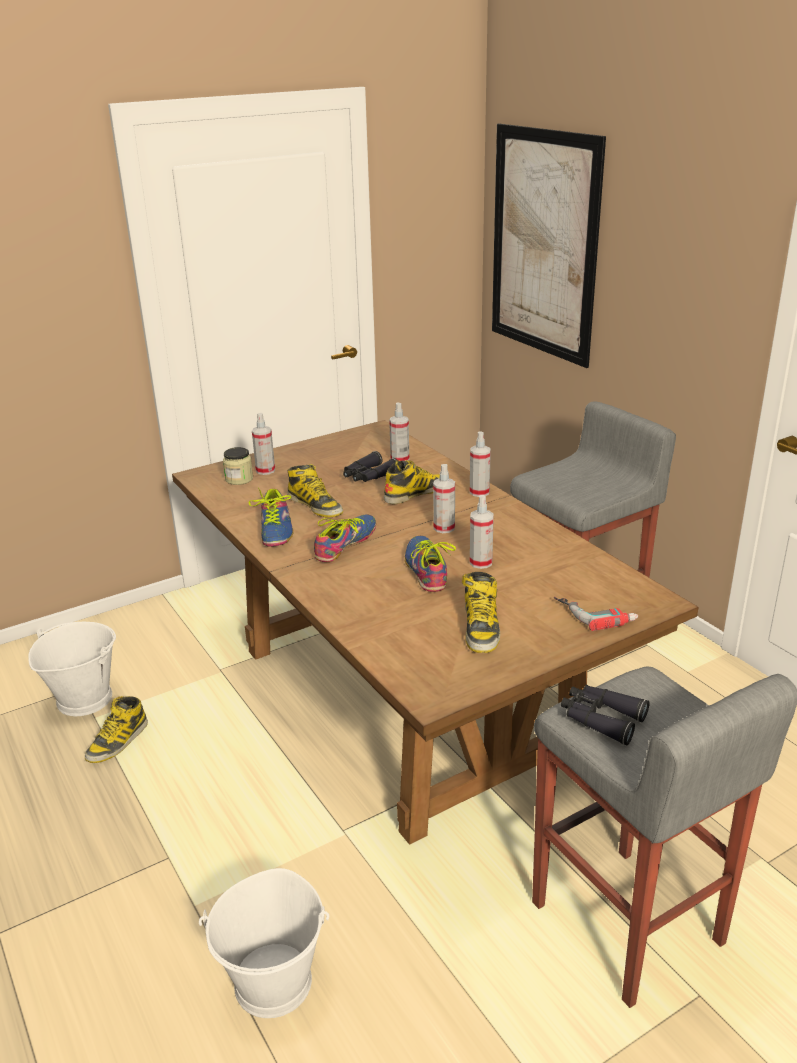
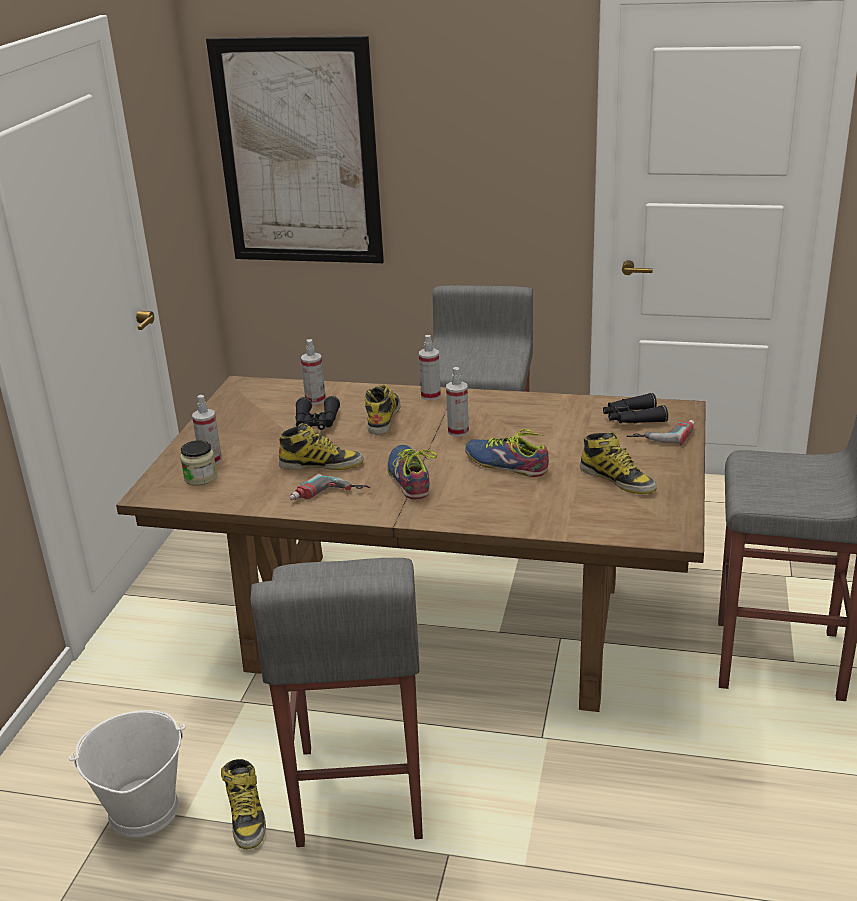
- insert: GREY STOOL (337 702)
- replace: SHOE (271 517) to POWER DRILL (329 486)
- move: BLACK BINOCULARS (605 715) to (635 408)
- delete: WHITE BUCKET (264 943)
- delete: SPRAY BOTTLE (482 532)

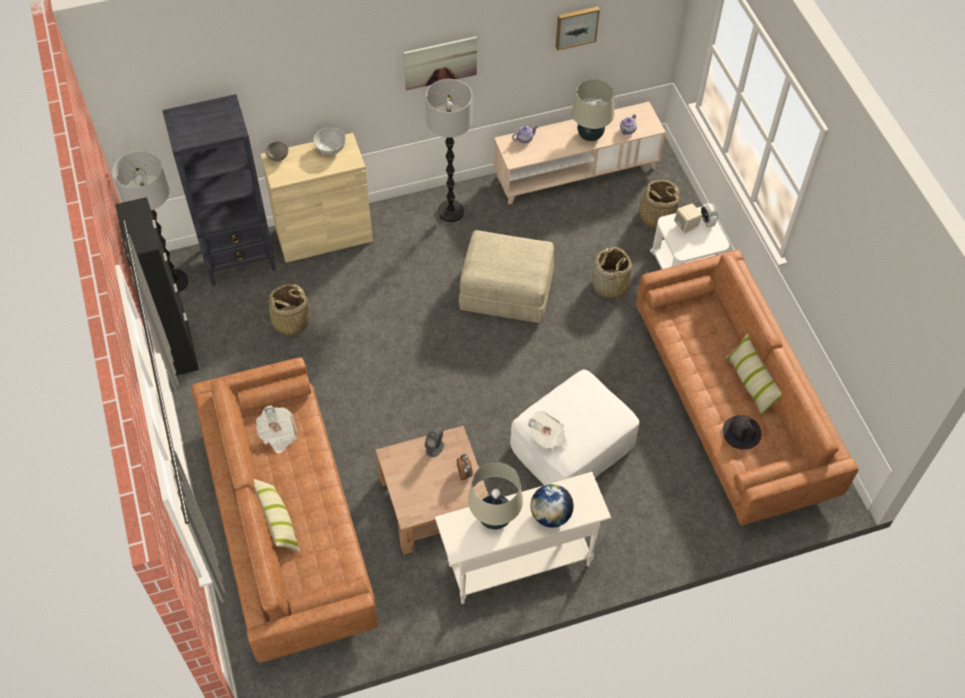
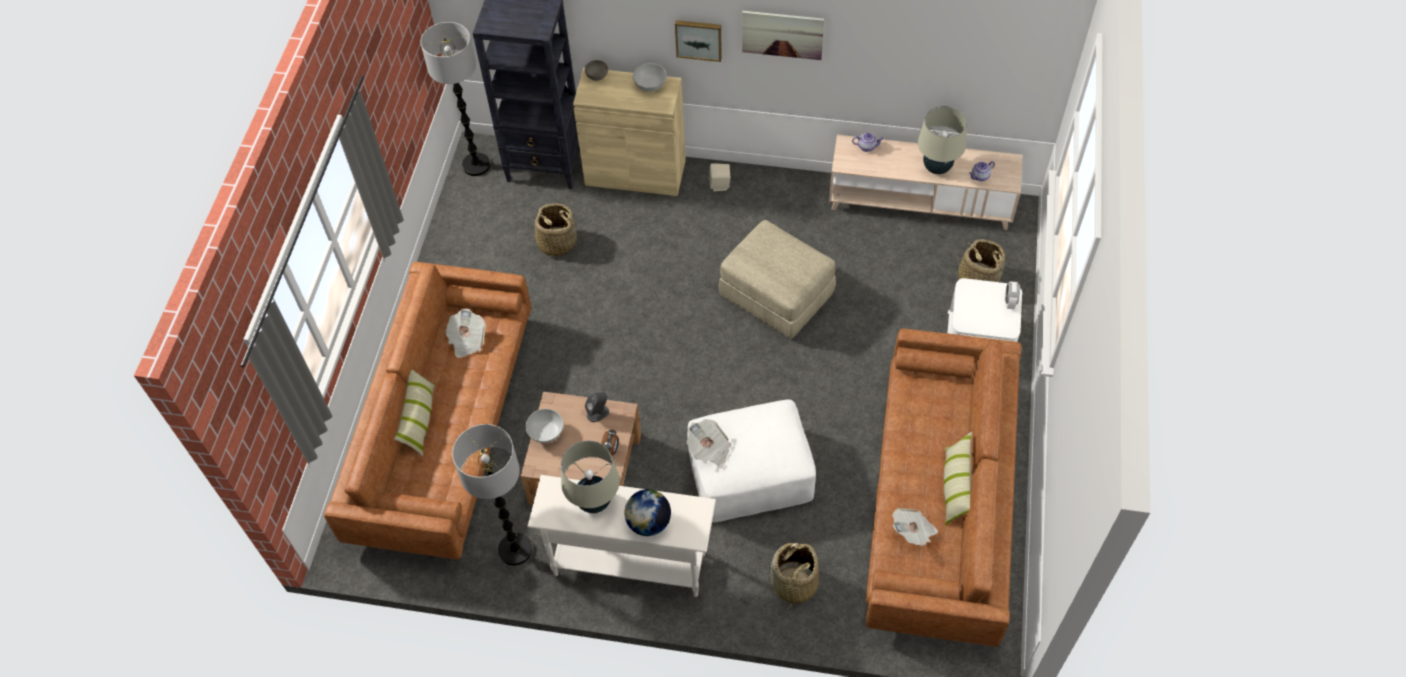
- move: FLOOR LAMP (449 150) to (492 495)
- insert: WHITE BOWL (545 426)
- move: PICTURE (578 28) to (698 41)
- move: BEIGE SPEAKER (688 219) to (719 177)
- move: BASKET (612 274) to (795 576)
- replace: BLACK HAT (741 432) to NEWSPAPER (915 527)
- delete: BLACK CABINET (157 286)

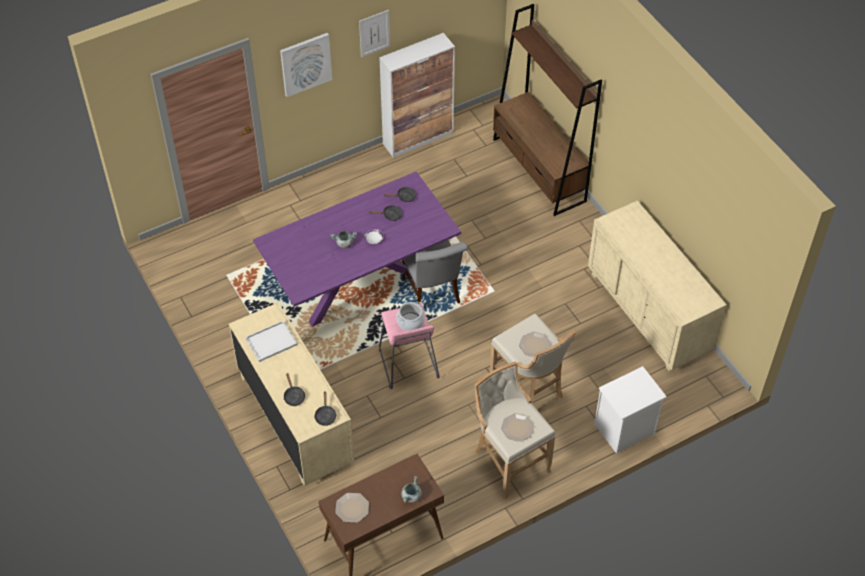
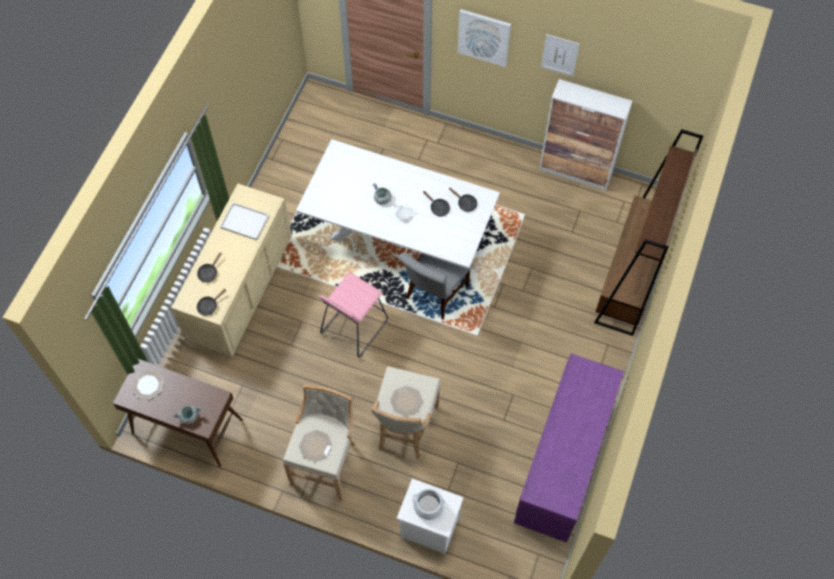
- recolor: PURPLE DINING TABLE (357 249) to WHITE DINING TABLE (398 204)
- move: COOKING POT (410 316) to (429 504)
- recolor: BEIGE DRESSER (657 286) to PURPLE DRESSER (569 448)

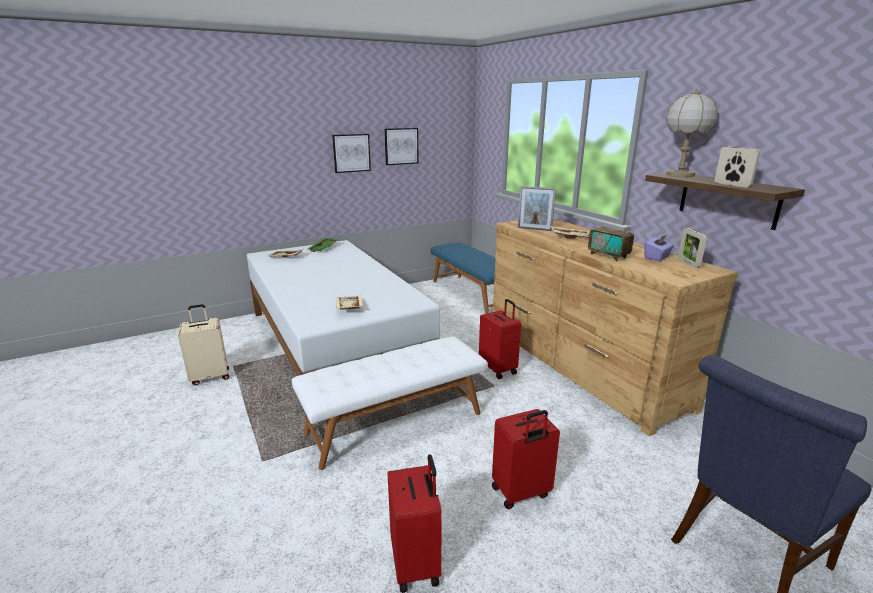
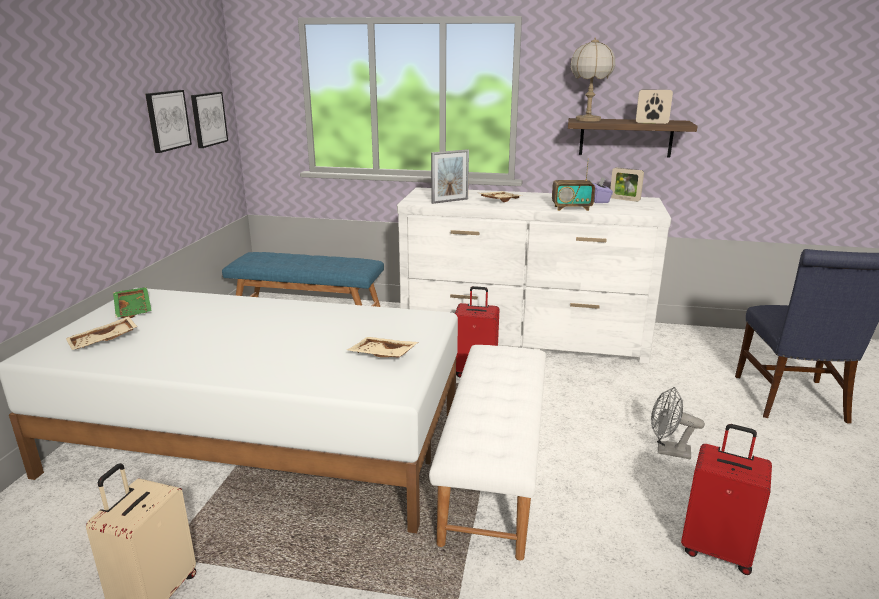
- move: PICTURE (351 153) to (209 120)
- recolor: BROWN DRESSER (615 327) to WHITE DRESSER (534 275)
- replace: RED SUITCASE (526 459) to GREY FAN (678 423)

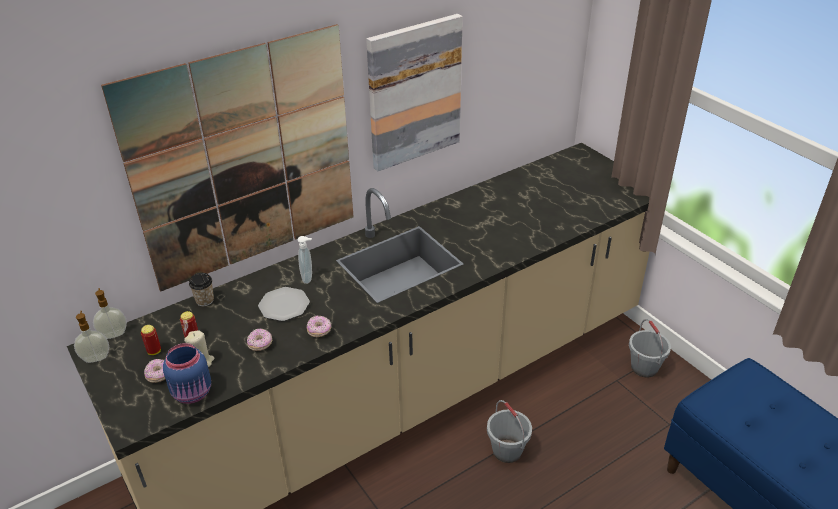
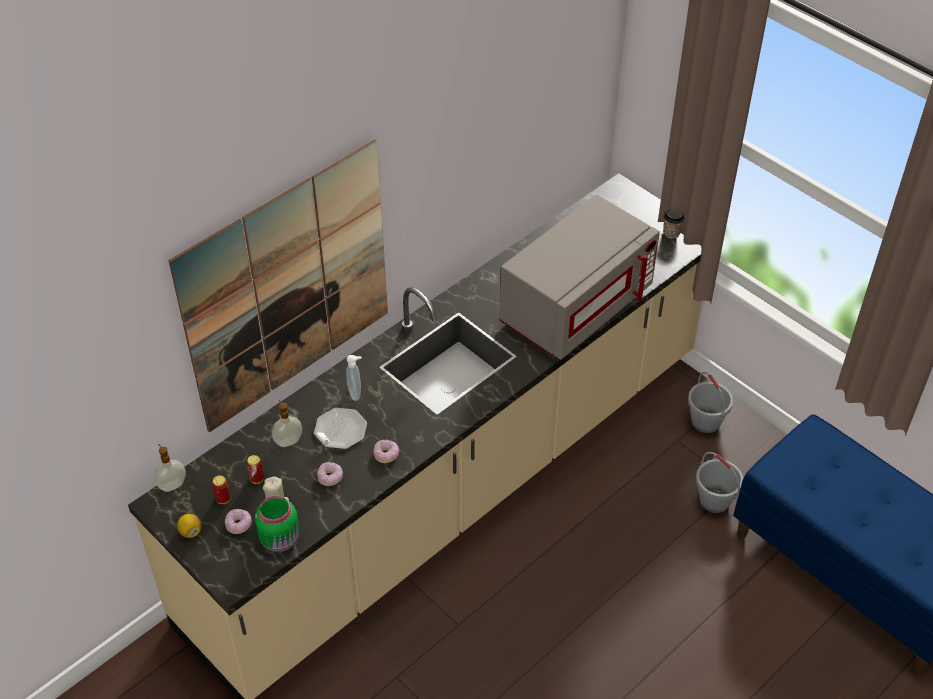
- insert: LEMON (189 526)
- recolor: BLUE JAR (187 373) to GREEN JAR (277 523)
- move: SOAP DISPENSER (91 337) to (287 423)
- insert: GREY MICROWAVE (579 277)
- move: CUP (201 289) to (674 223)
- move: GREY BUCKET (509 431) to (719 482)
- delete: PICTURE (414 92)

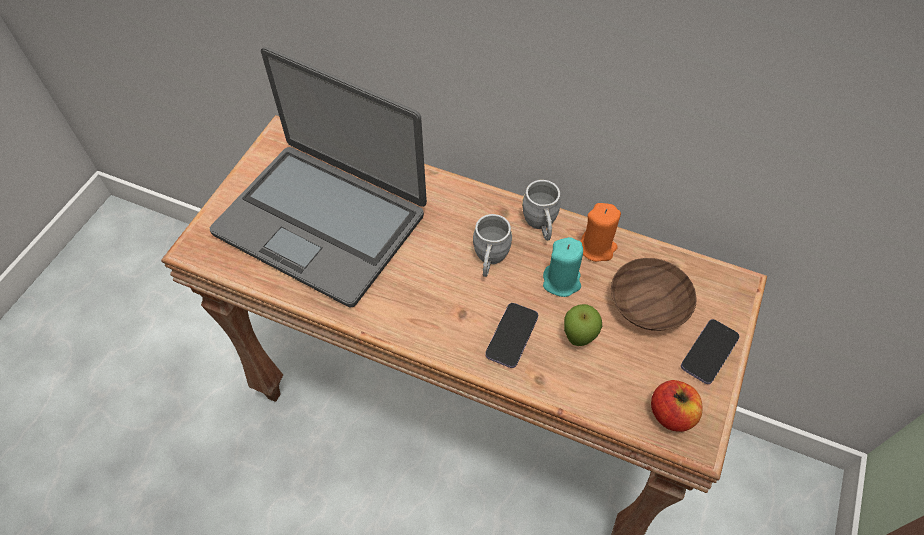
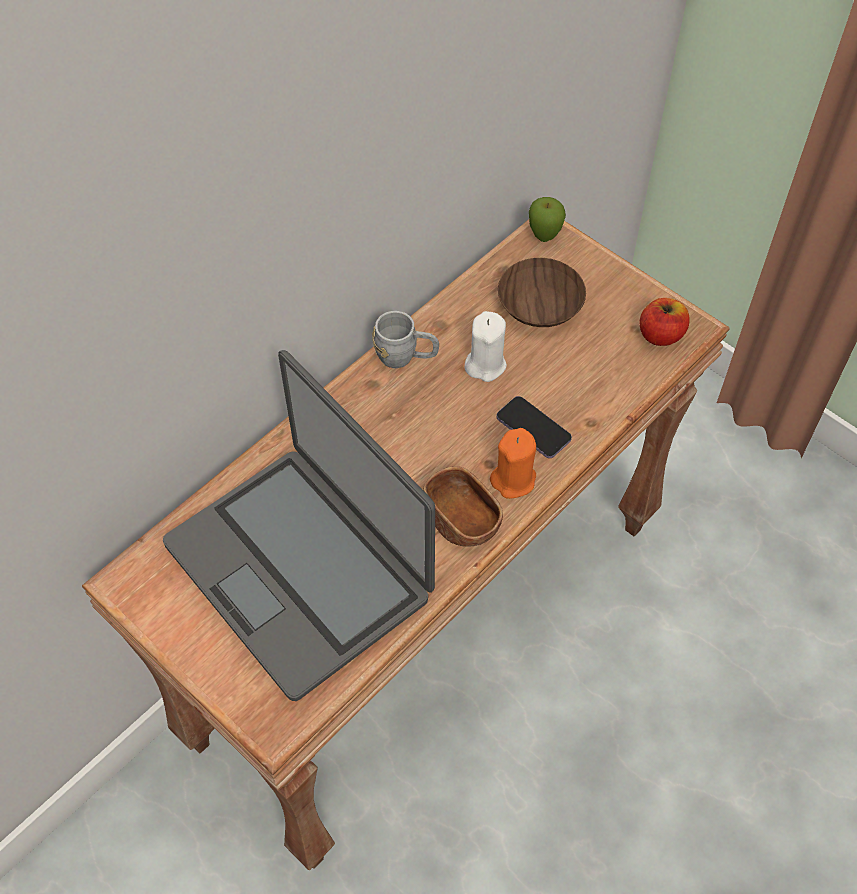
- rotate: LAPTOP (318 177) = (299 525) 90 degrees clockwise
- insert: BROWN BOWL (463 506)
- recolor: TURQUOISE CANDLE (563 267) to WHITE CANDLE (485 346)
- move: ORANGE CANDLE (600 232) to (513 463)
- move: APPLE (583 325) to (547 219)
- delete: GREY MUG (492 245)
- delete: PHONE (710 351)

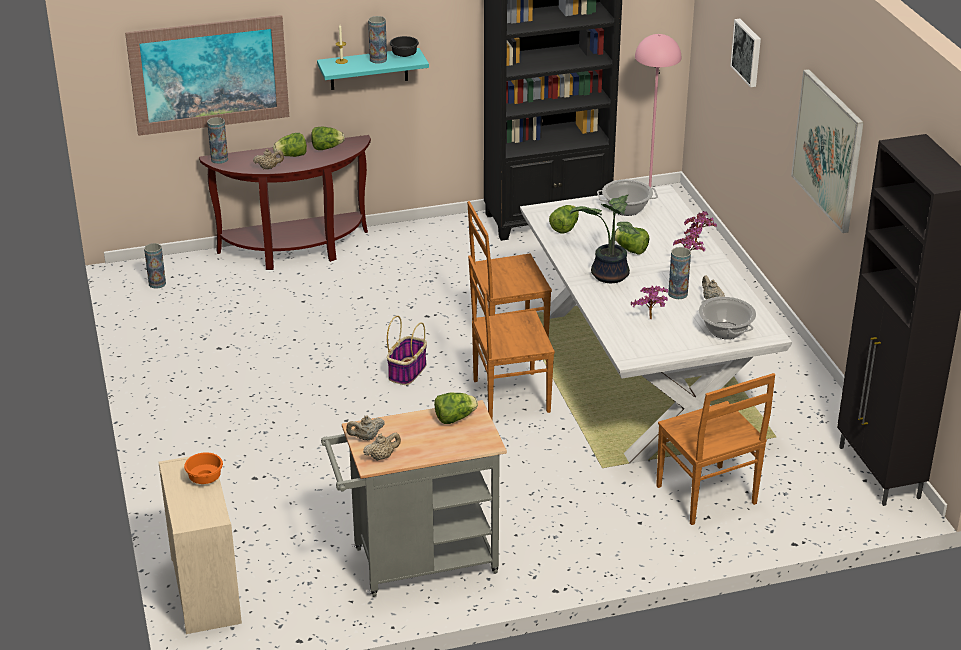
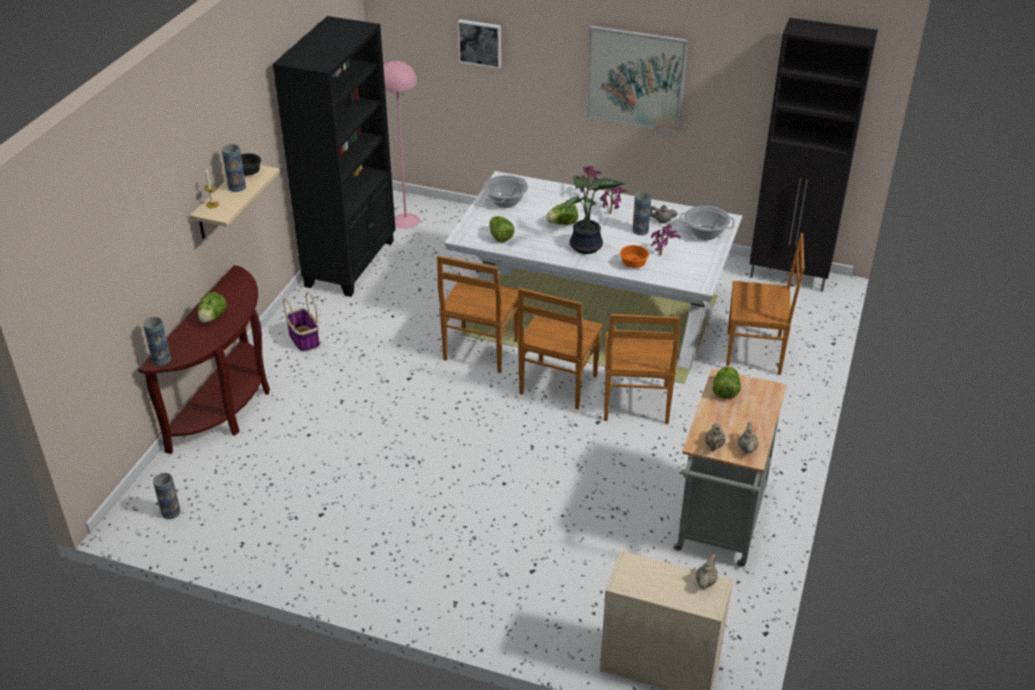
- recolor: TURQUOISE SHELF (373 69) to BEIGE SHELF (235 202)
- move: BASKET (407 350) to (301 322)
- insert: BROWN CHAIR (642 369)
- move: ORANGE BOWL (203 468) to (634 256)
- move: BEIGE TEAPOT (268 159) to (707 571)
- delete: PICTURE (207 75)
- delete: LETTUCE (328 138)

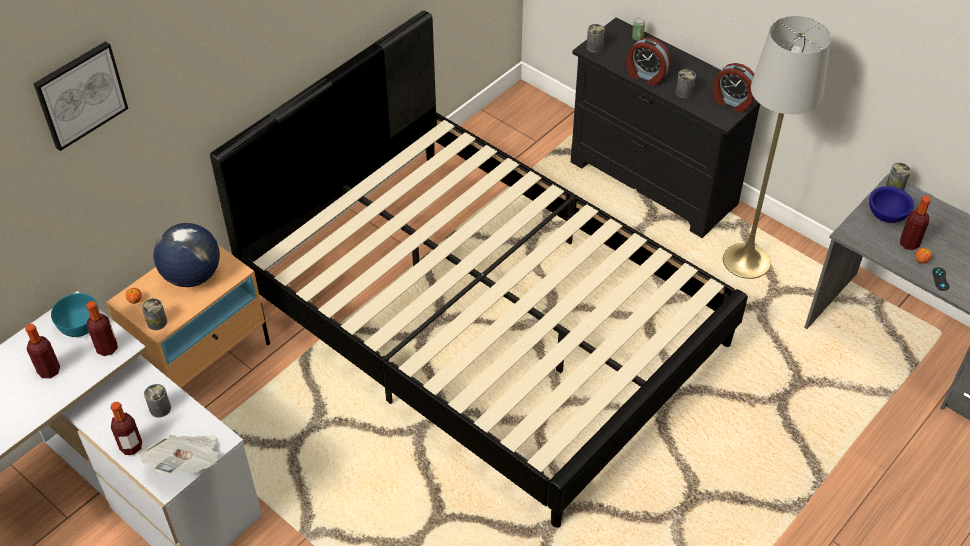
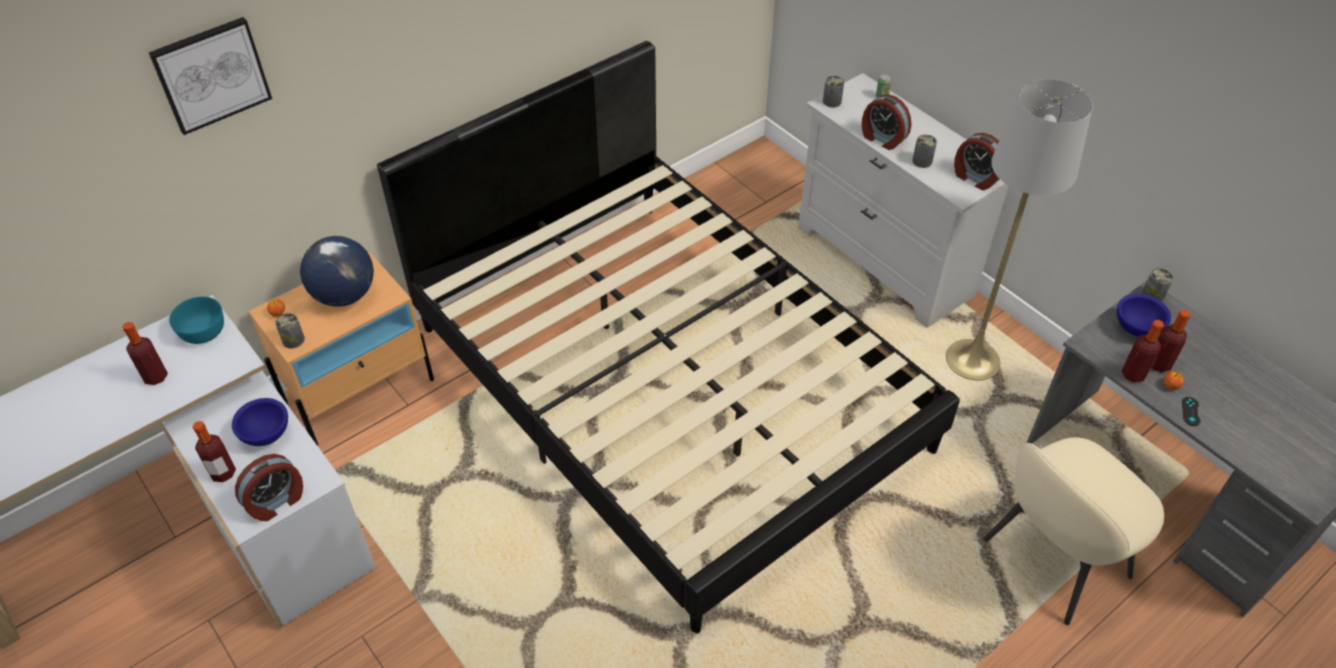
- replace: CAN (157 401) to BLUE BOWL (260 422)
- replace: NEWSPAPER (179 454) to ALARM CLOCK (269 487)
- recolor: BLACK DRESSER (666 127) to WHITE DRESSER (903 200)
- insert: BEIGE CHAIR (1073 531)
- move: BOTTLE (102 328) to (1142 351)

